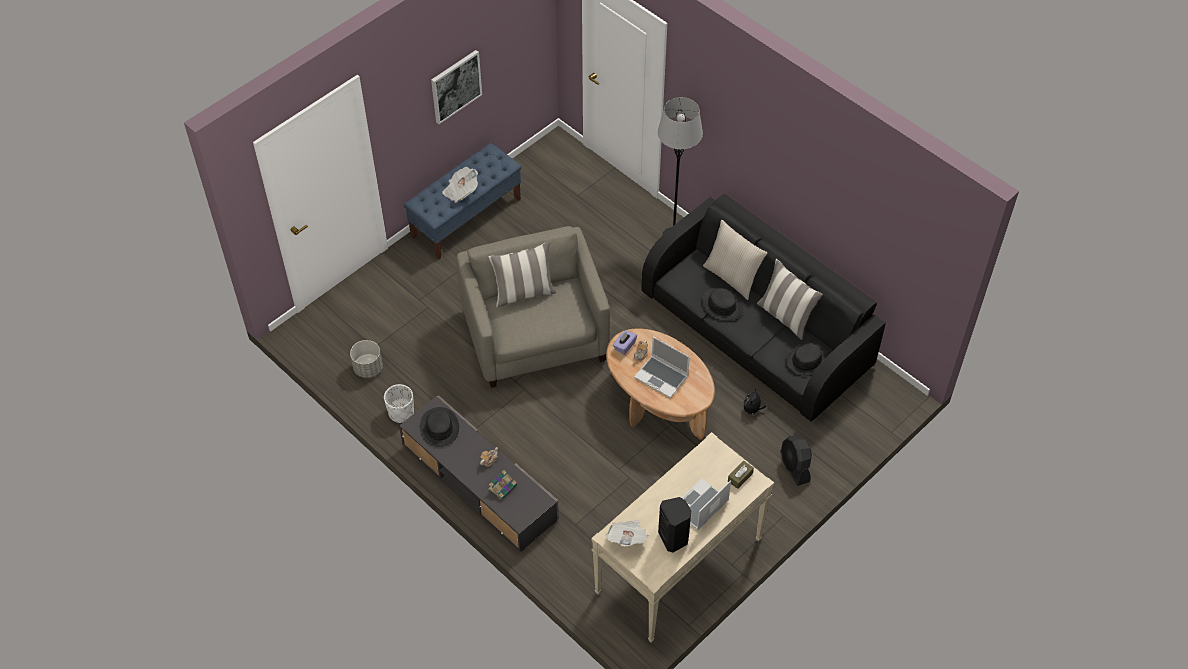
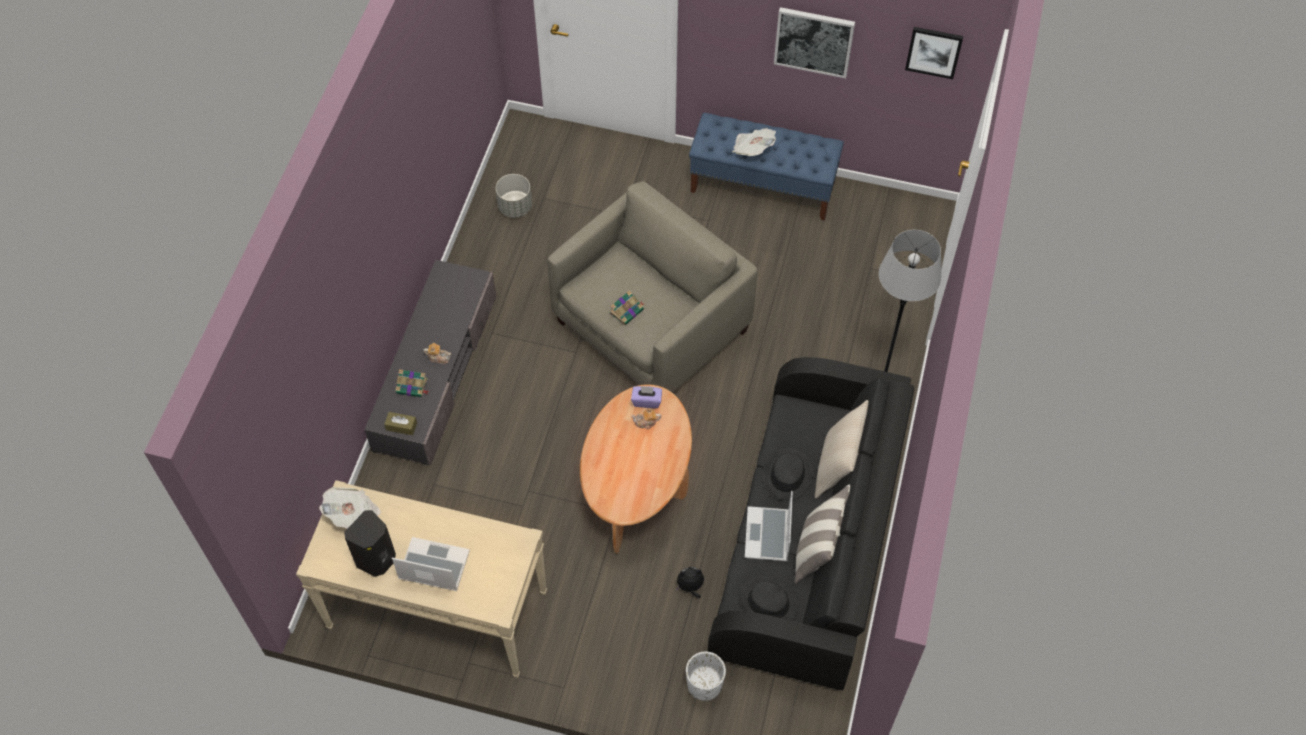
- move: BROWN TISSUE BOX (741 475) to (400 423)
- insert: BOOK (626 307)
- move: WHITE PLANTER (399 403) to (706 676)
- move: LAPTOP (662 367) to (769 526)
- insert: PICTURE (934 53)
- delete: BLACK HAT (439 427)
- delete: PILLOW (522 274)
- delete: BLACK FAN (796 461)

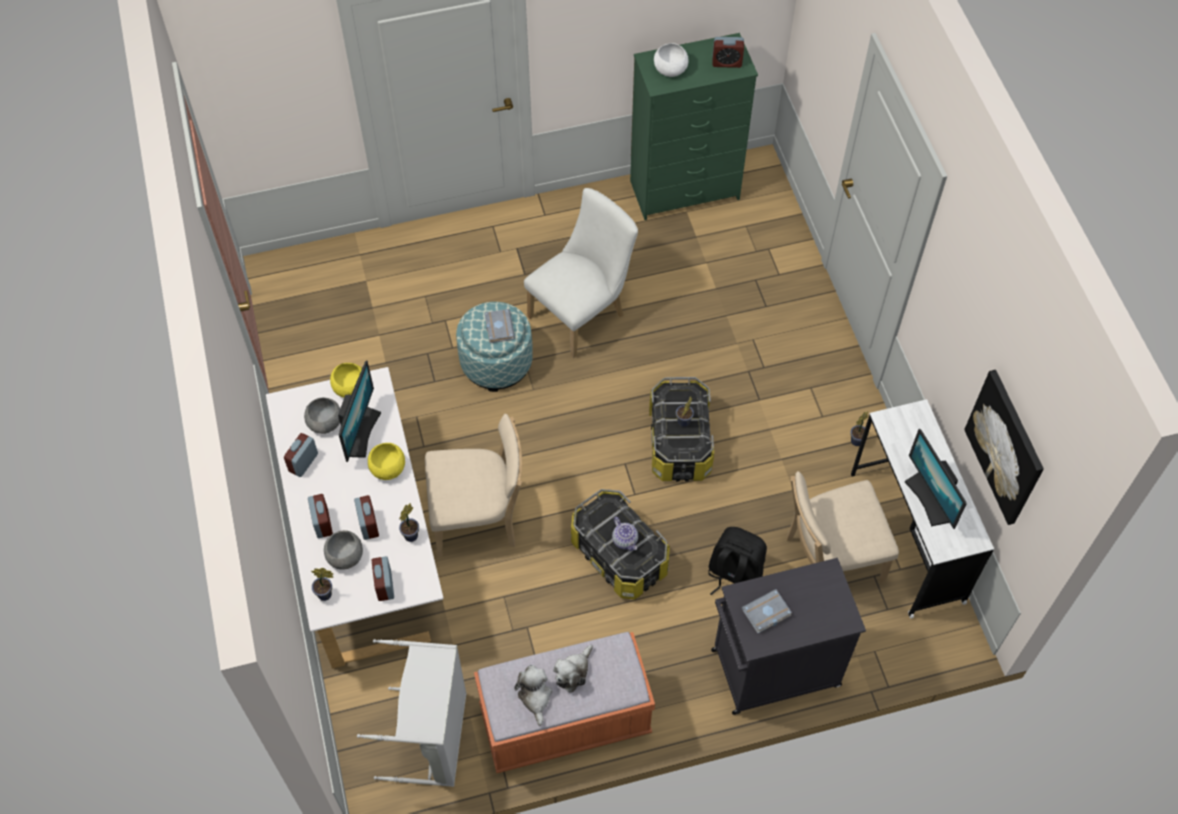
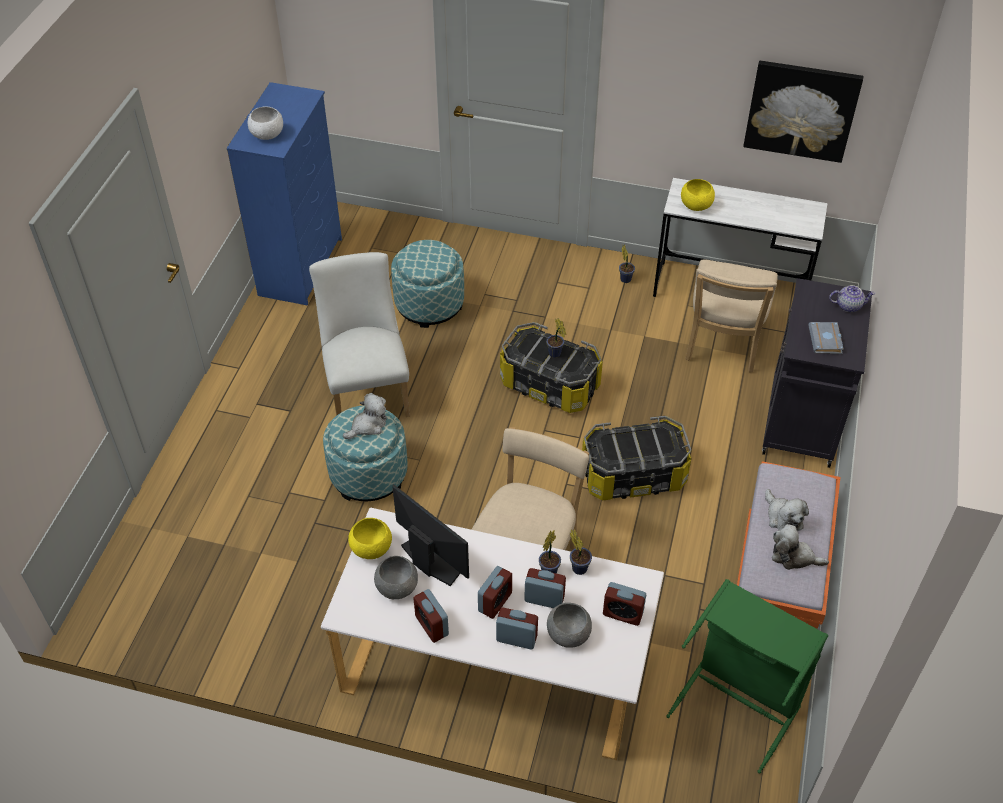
- recolor: GREEN DRESSER (694 126) to BLUE DRESSER (284 194)
- replace: GREY BOOK (500 326) to PLUSH TOY (365 416)
- insert: OTTOMAN (427 284)
- move: ALARM CLOCK (728 52) to (495 592)
- move: POTTED PLANT (322 584) to (550 552)
- recolor: GREY LAUNDRY BASKET (411 713) to GREEN LAUNDRY BASKET (747 676)
- move: YELLOW BOWL (386 461) to (698 195)
- move: TEAPOT (625 534) to (852 298)
- delete: BLACK BACKPACK (737 561)
- delete: MONITOR (936 479)

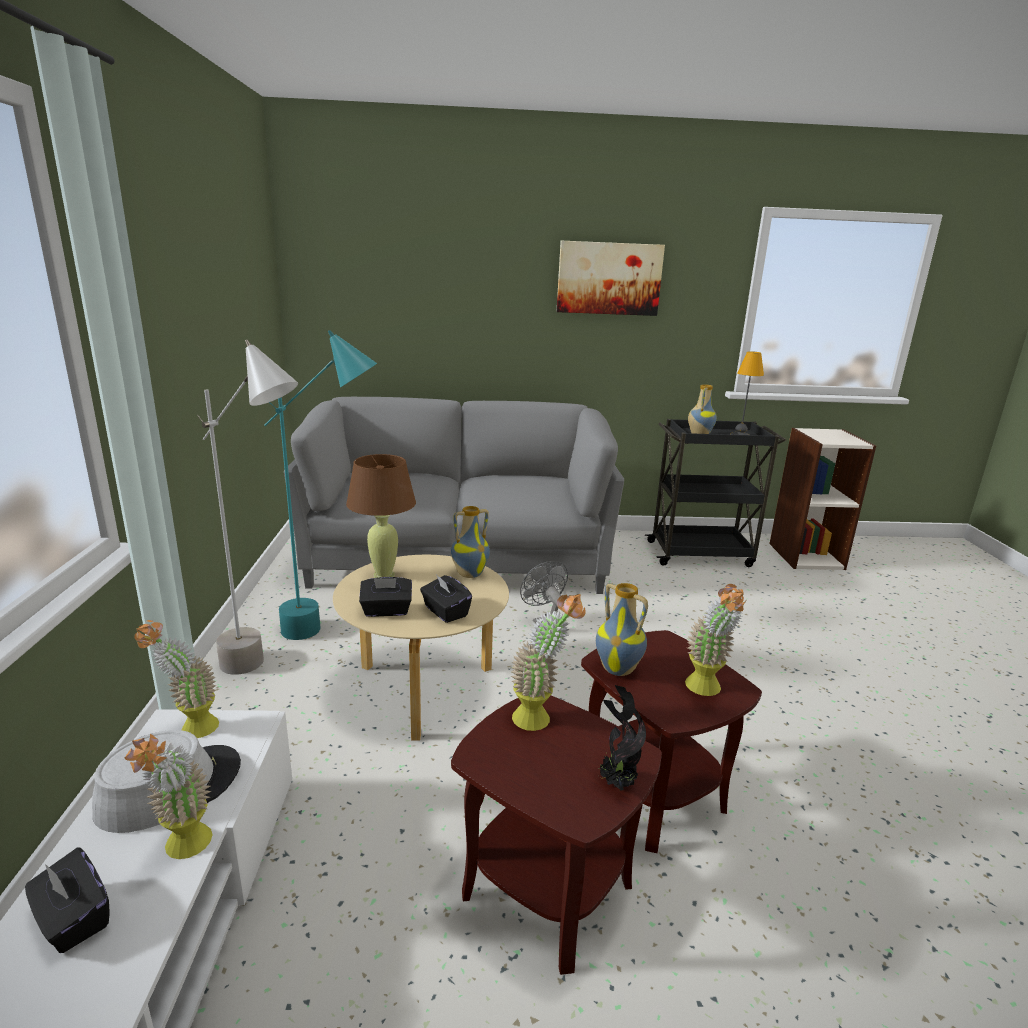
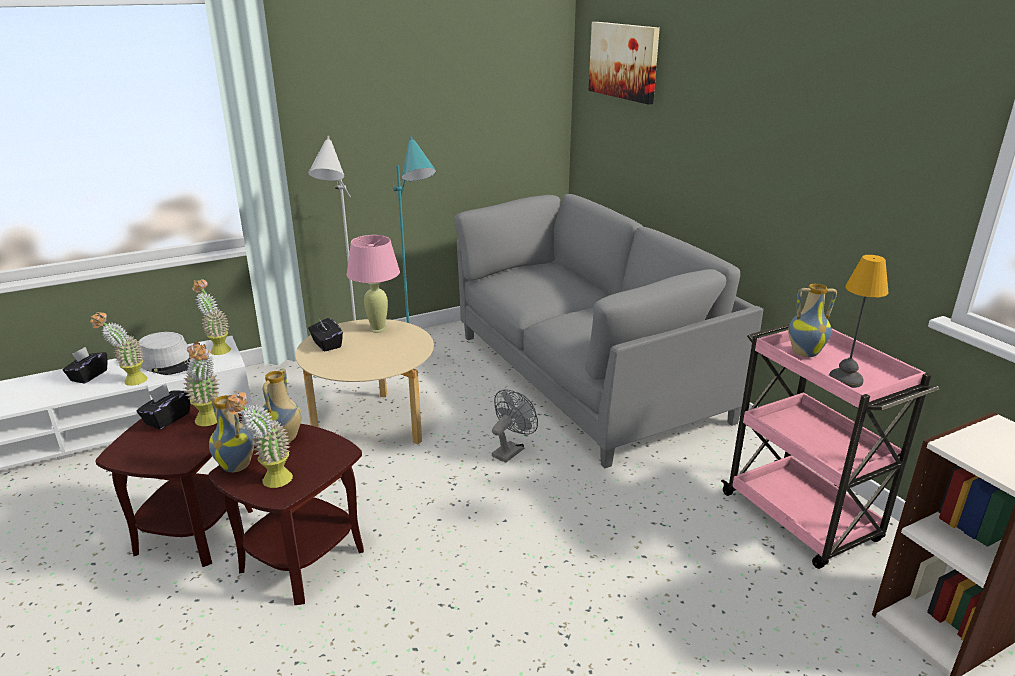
- move: BLACK TISSUE BOX (446 598) to (163 406)
- move: VASE (470 542) to (232 433)
- recolor: BROWN TABLE LAMP (381 516) to PINK TABLE LAMP (373 284)
- move: PICTURE (610 278) to (624 63)
- recolor: BLACK CART (715 493) to PINK CART (830 446)
- delete: POTTED PLANT (621 738)

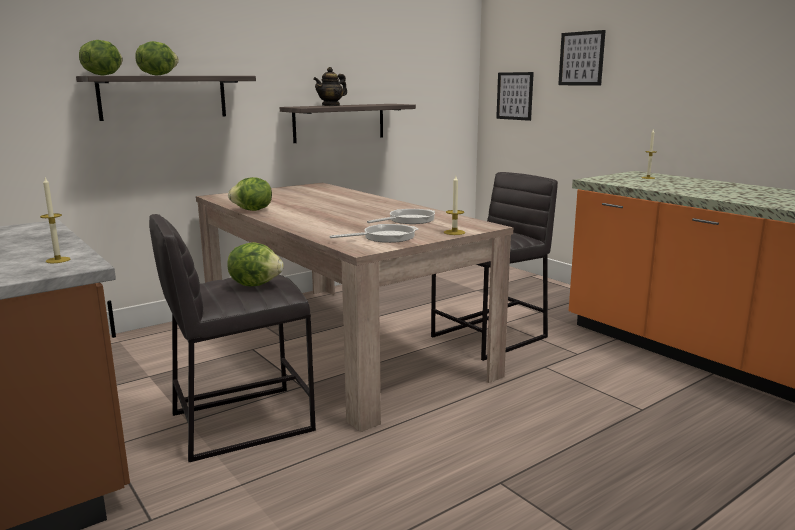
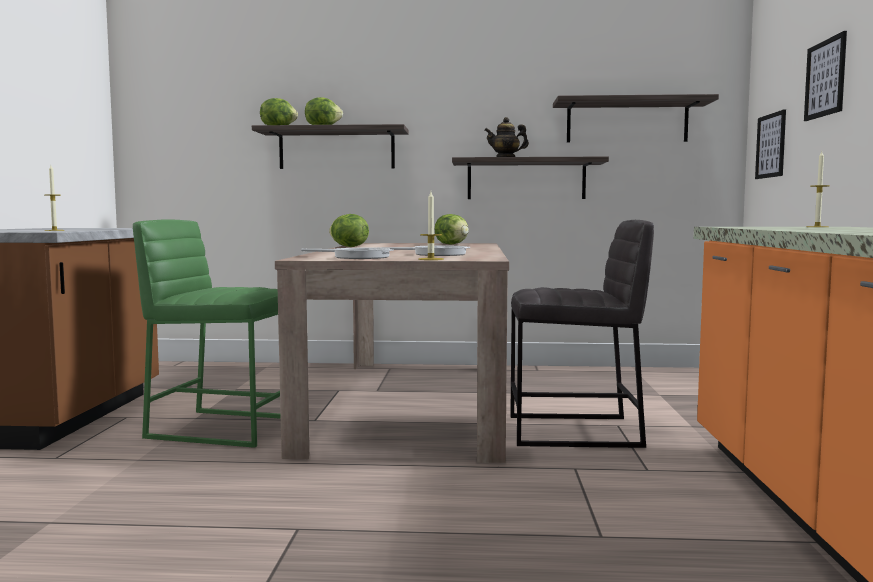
- recolor: GREY STOOL (232 338) to GREEN STOOL (207 333)
- move: LETTUCE (256 264) to (452 229)
- insert: SHELF (636 118)

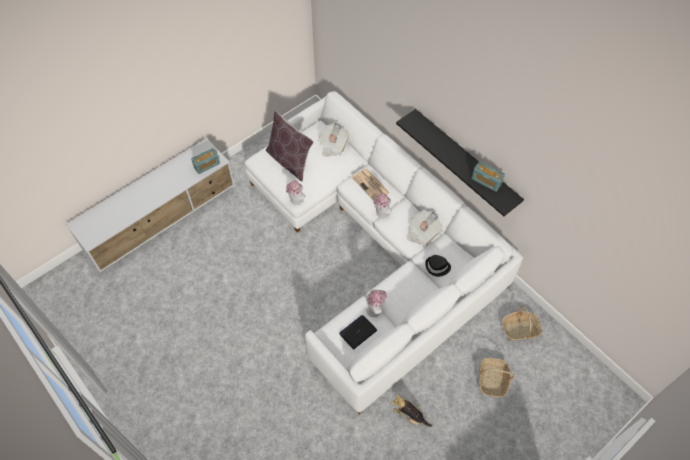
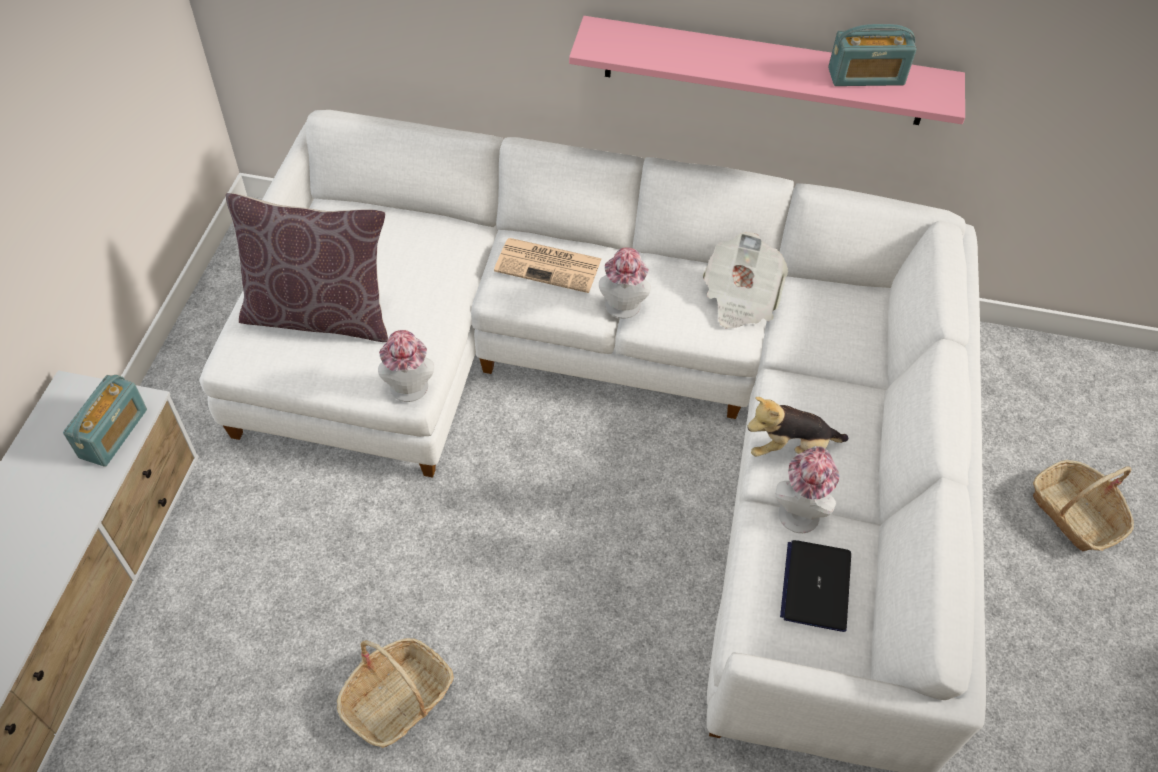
- move: BASKET (522 323) to (395 693)
- recolor: BLACK SHELF (460 162) to PINK SHELF (767 70)
- move: PLUSH TOY (411 411) to (798 427)
- delete: NEWSPAPER (334 139)
- delete: BLACK HAT (438 266)

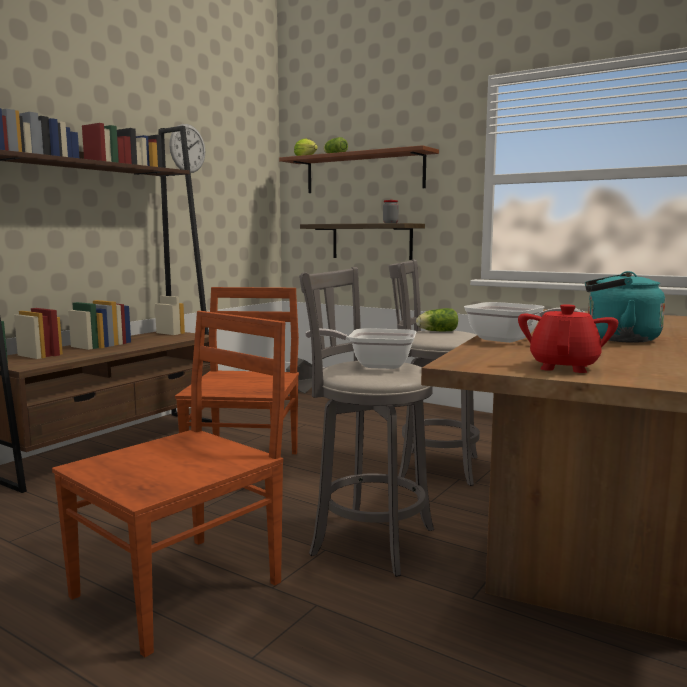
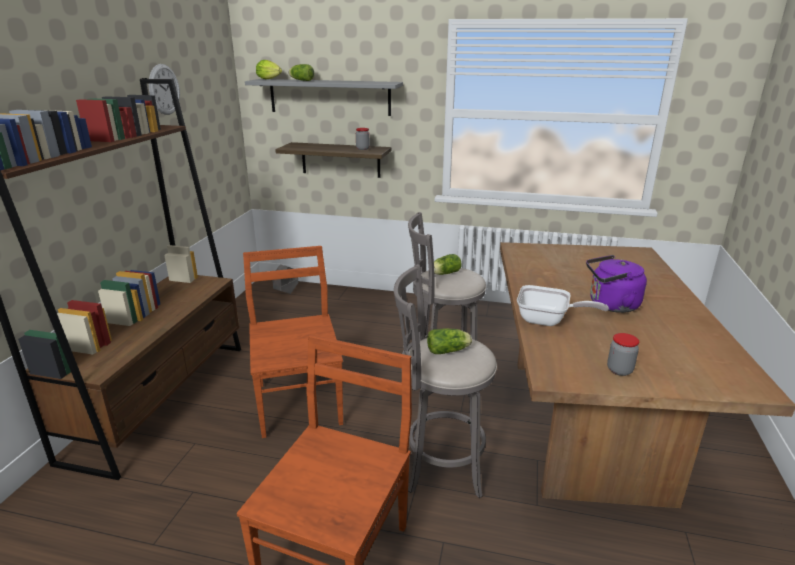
- recolor: BROWN SHELF (359 169) to GREY SHELF (324 97)
- replace: FRYING PAN (360 348) to LETTUCE (449 341)
- recolor: TURQUOISE KETTLE (625 307) to PURPLE KETTLE (616 284)
- replace: RED TEAPOT (568 338) to JAR (623 354)

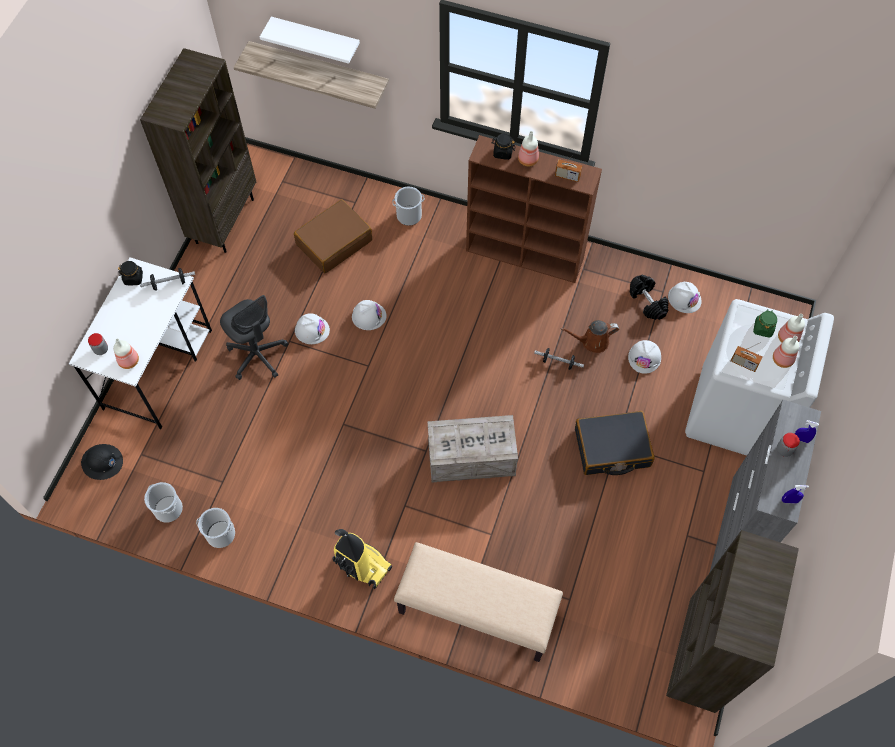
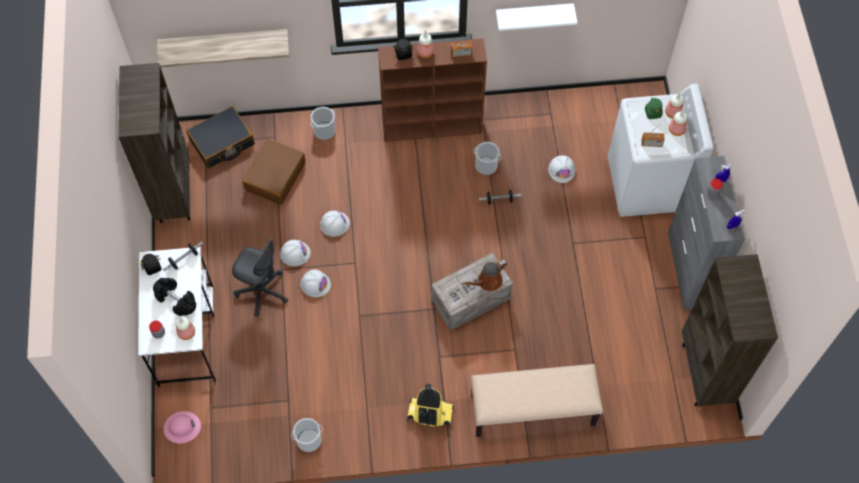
- move: BLACK DUMBBELL (649 297) to (174 297)
- recolor: BLACK HARD HAT (102 462) to PINK HARD HAT (182 427)
- move: BLACK SUITCASE (615 443) to (220 137)
- move: WHITE HARD HAT (685 297) to (315 283)
- move: BROWN WATERING CAN (590 336) to (484 275)
- move: BUCKET (163 502) to (487 158)
- move: WHITE SHELF (310 40) to (537 17)

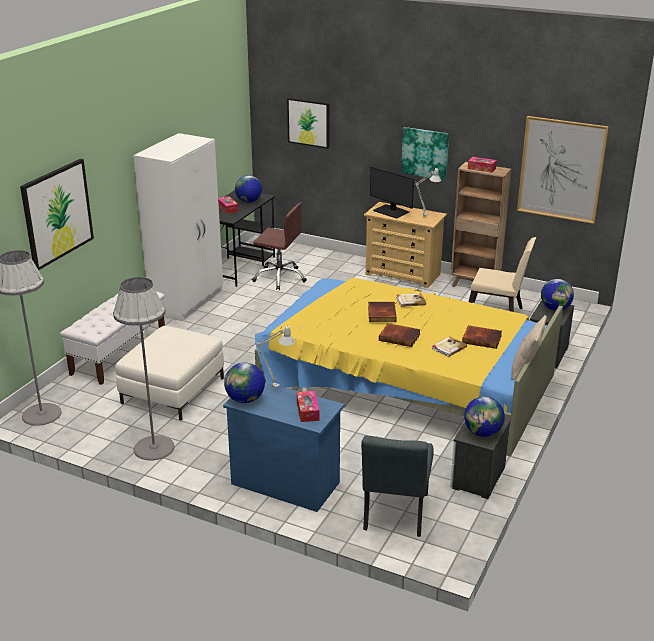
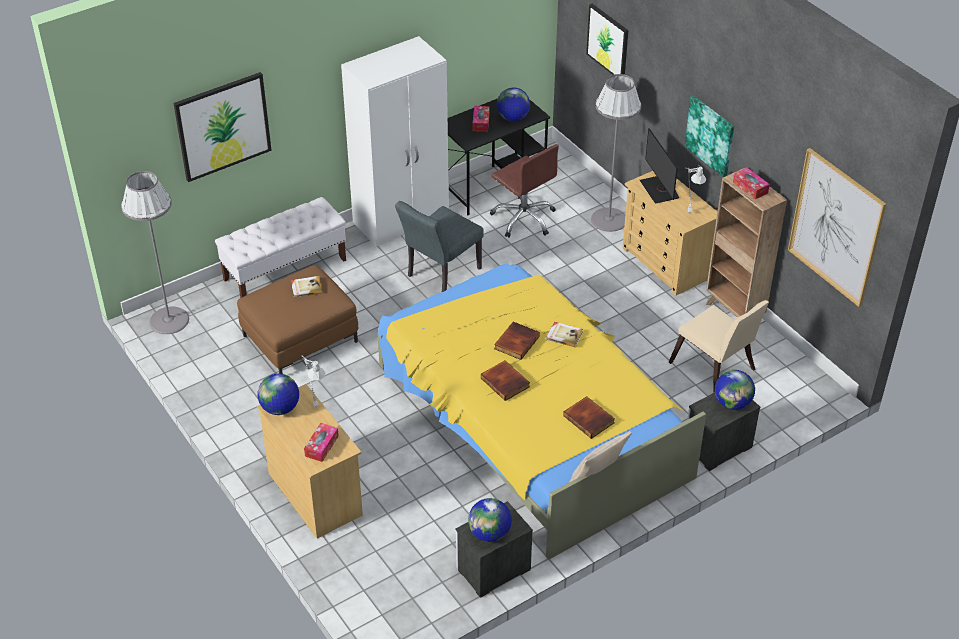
- recolor: WHITE OTTOMAN (169 373) to BROWN OTTOMAN (297 319)
- recolor: BLUE DRESSER (284 447) to BEIGE DRESSER (310 461)
- move: BOOK (449 346) to (307 287)
- move: GREY CHAIR (397 486) to (439 246)
- move: GREY FLOOR LAMP (144 369) to (616 153)

